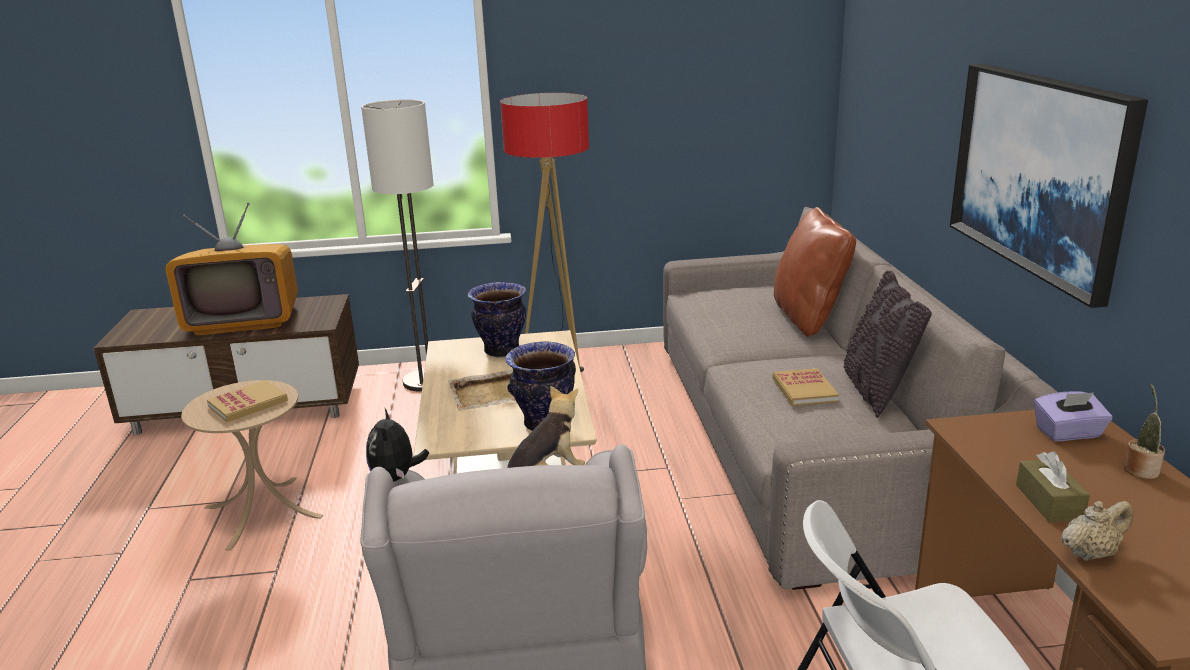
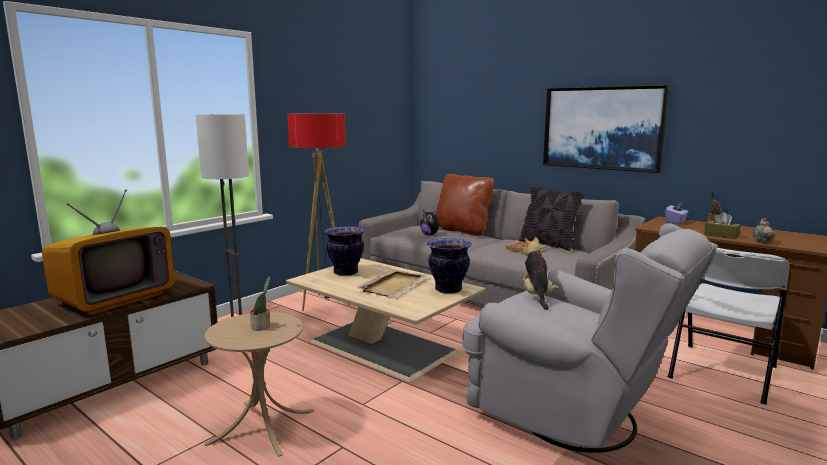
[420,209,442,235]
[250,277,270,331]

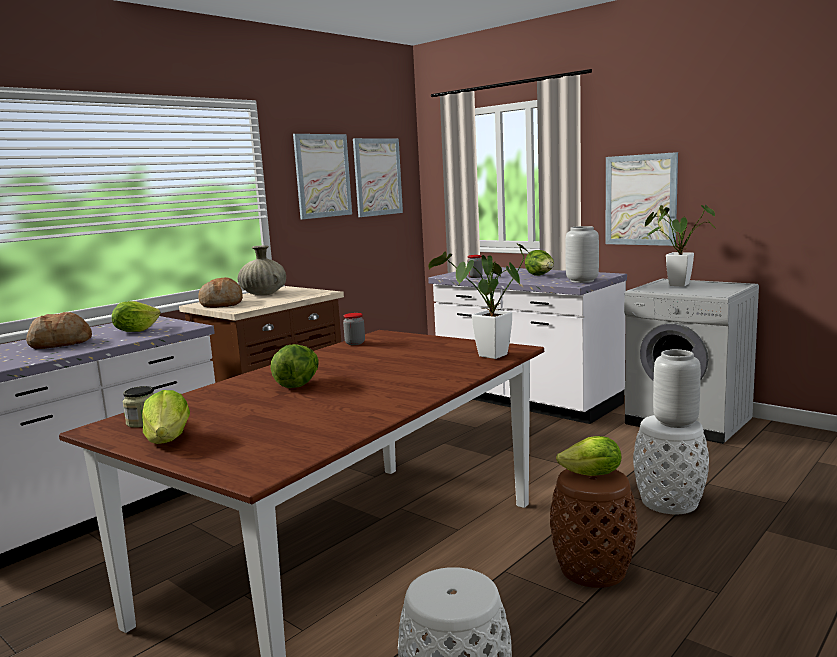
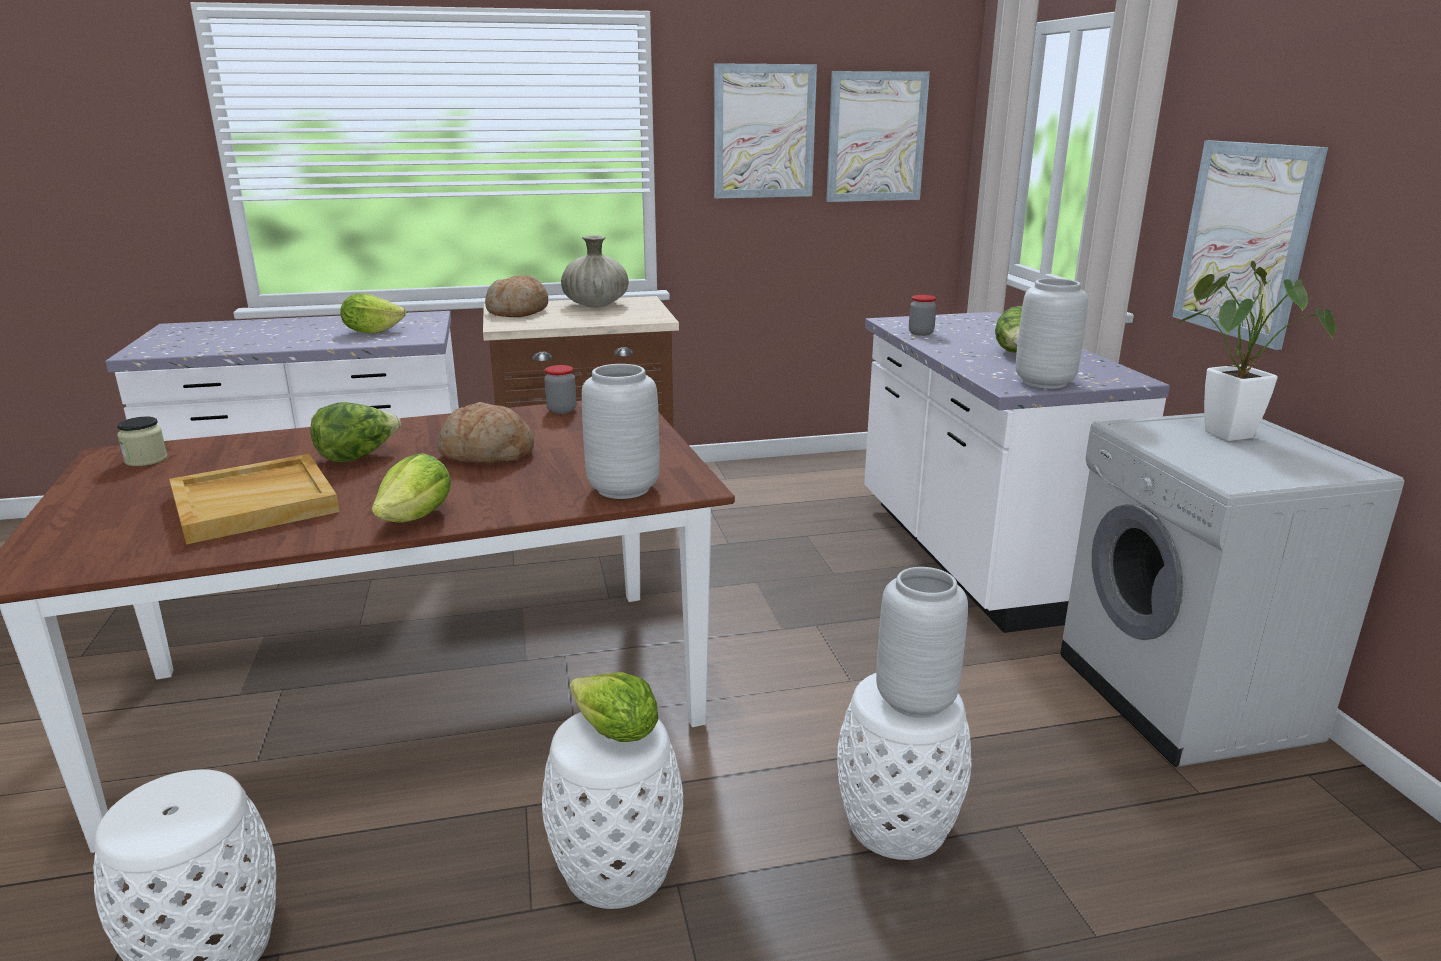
[169,454,340,545]
[437,402,534,464]
[372,453,451,522]
[582,364,660,499]
[542,712,683,909]

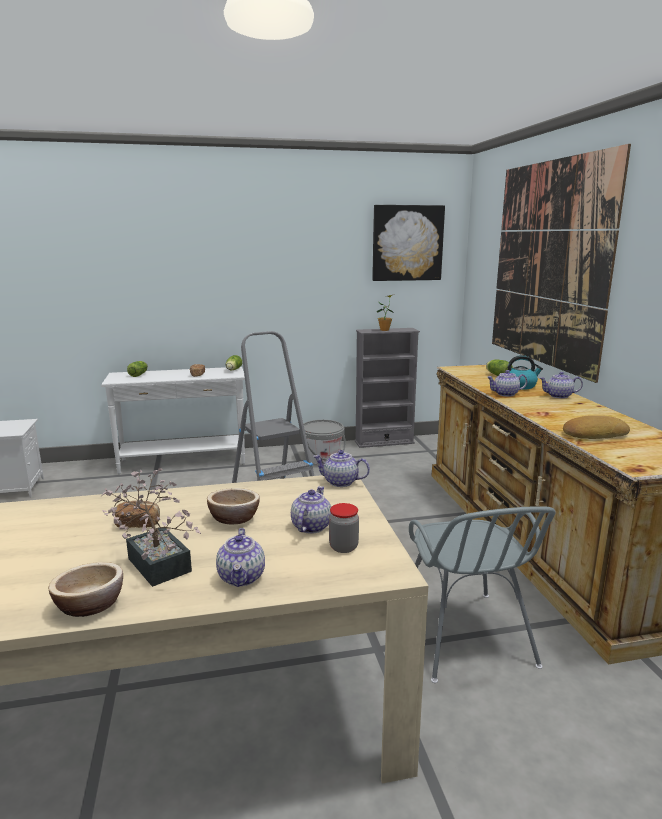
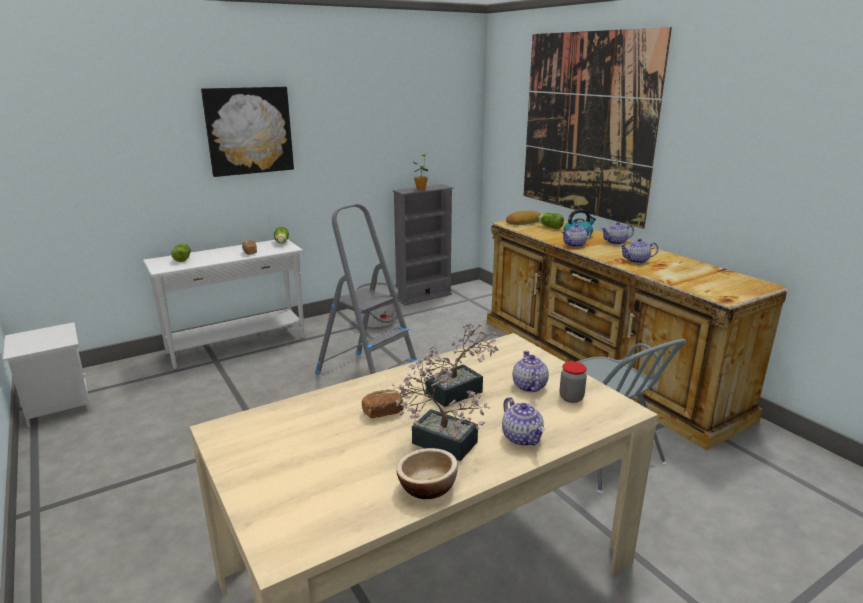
[620,238,658,264]
[201,86,294,177]
[506,210,541,225]
[425,323,499,407]

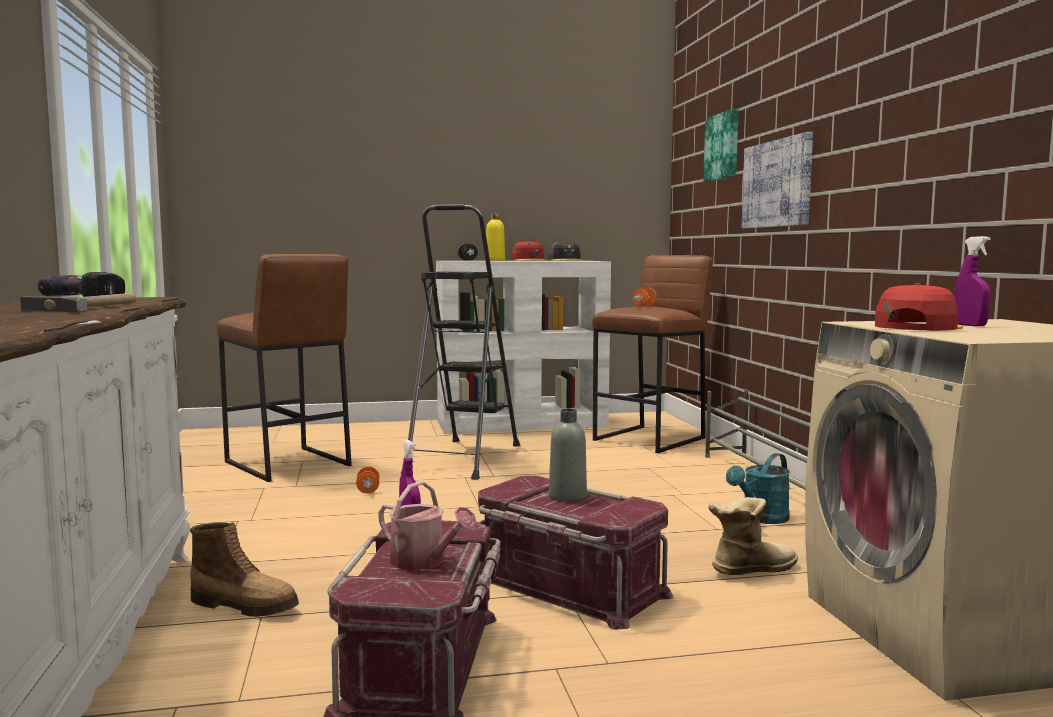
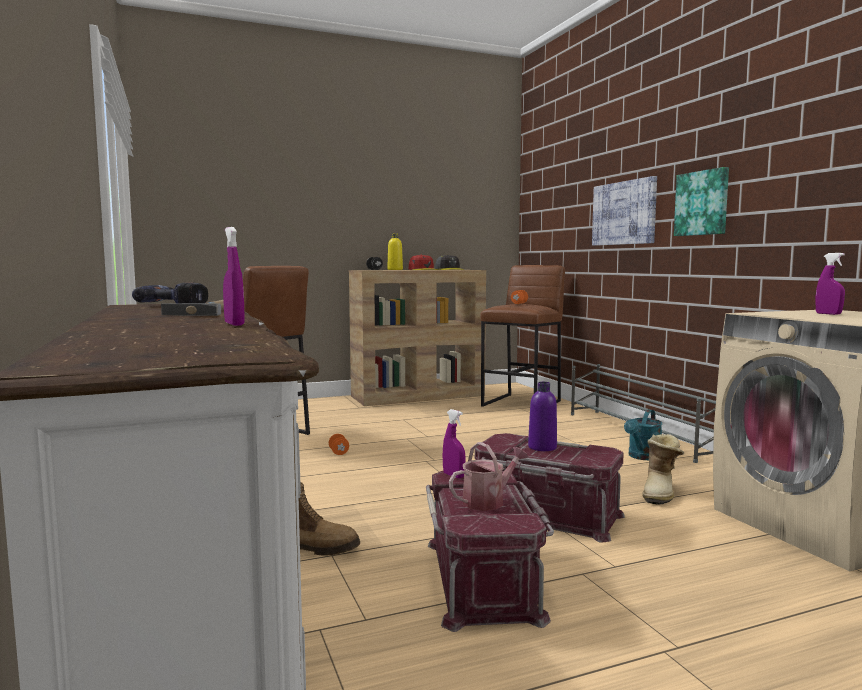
[401,204,520,480] (first image)
[875,283,963,331] (first image)
[223,227,244,326]
[674,167,729,236]
[349,270,486,406]
[528,382,557,451]
[449,442,529,511]
[642,434,684,505]

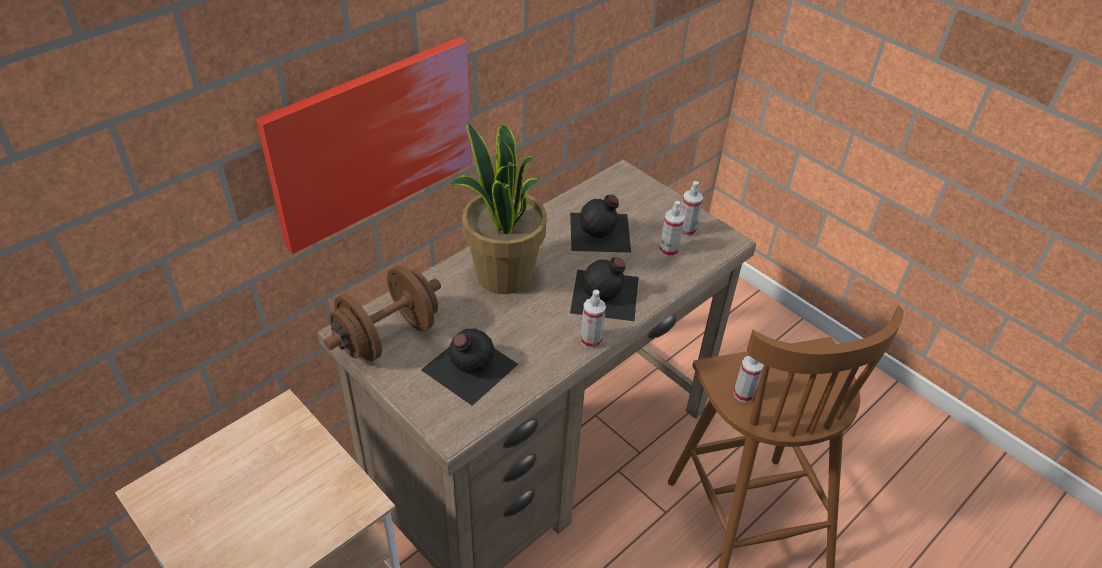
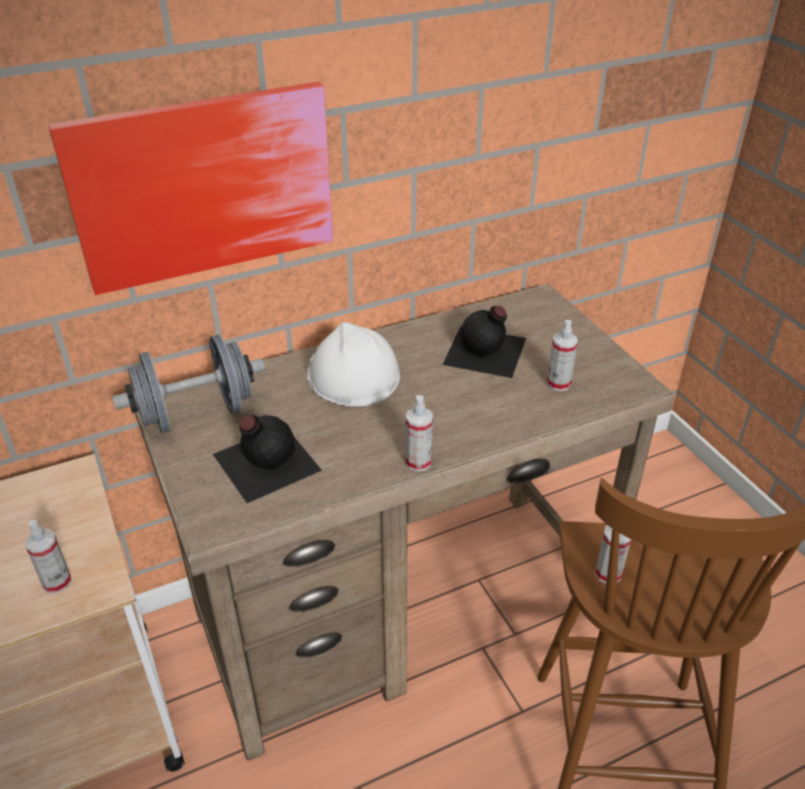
[570,257,639,321] (first image)
[25,520,71,594]
[306,322,400,406]
[112,334,265,433]

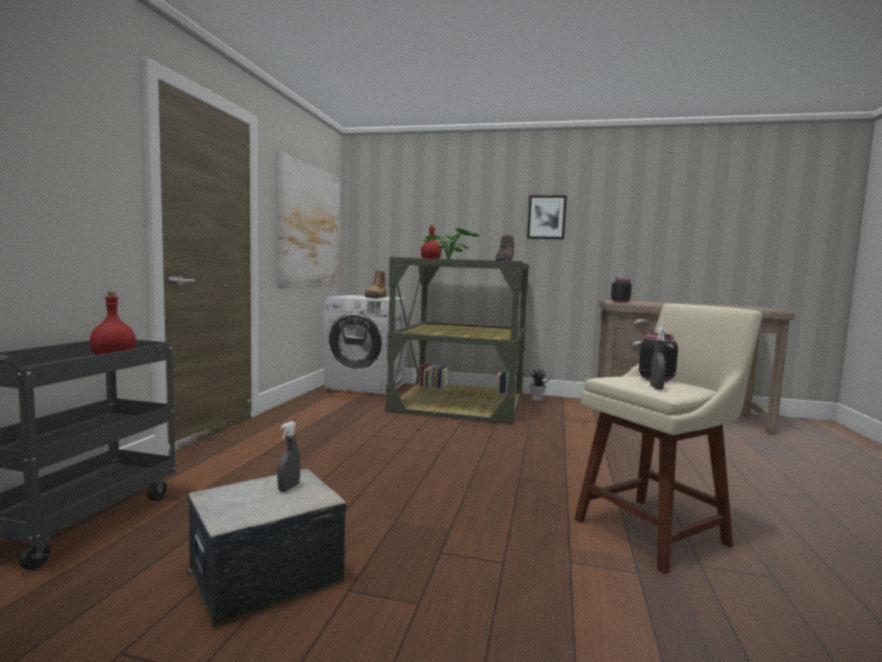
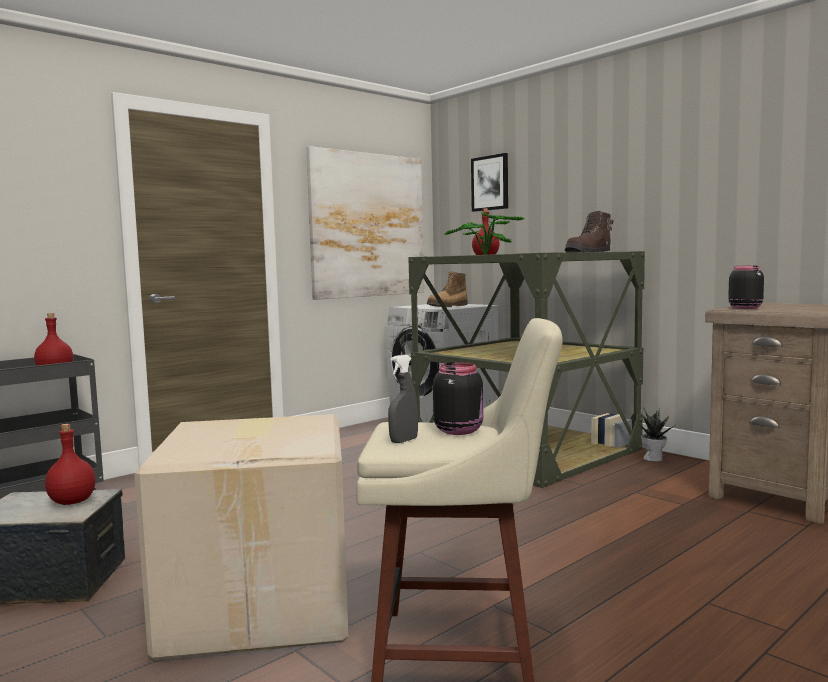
[135,414,348,660]
[471,153,508,212]
[45,424,96,505]

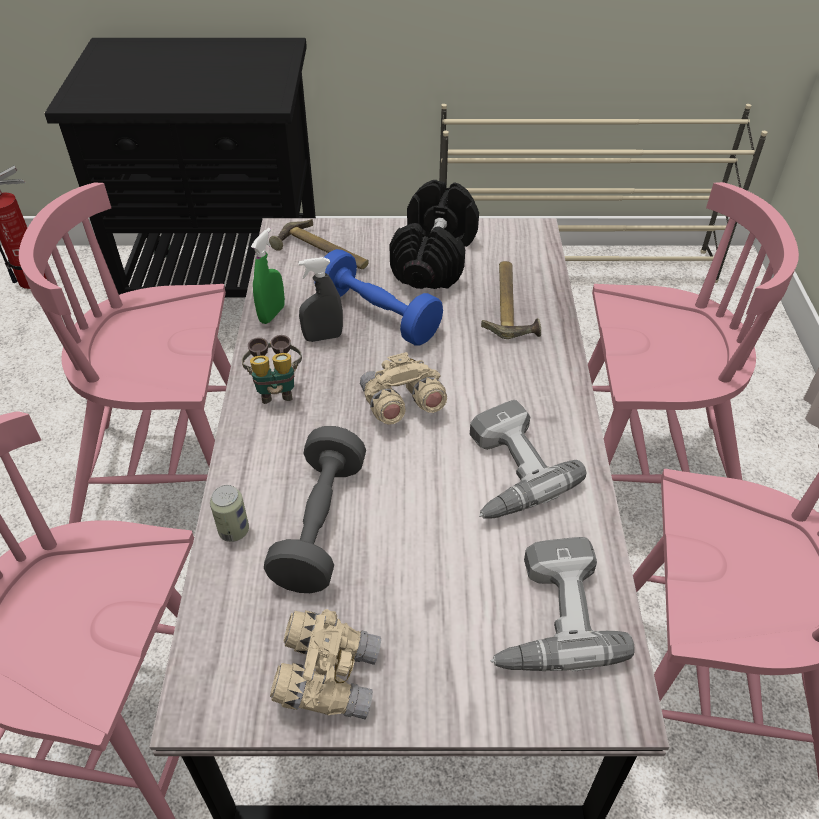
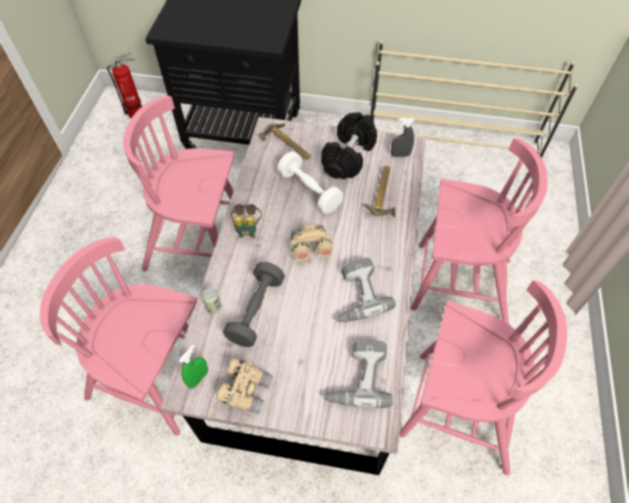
[179,344,208,388]
[391,118,414,157]
[277,151,343,214]

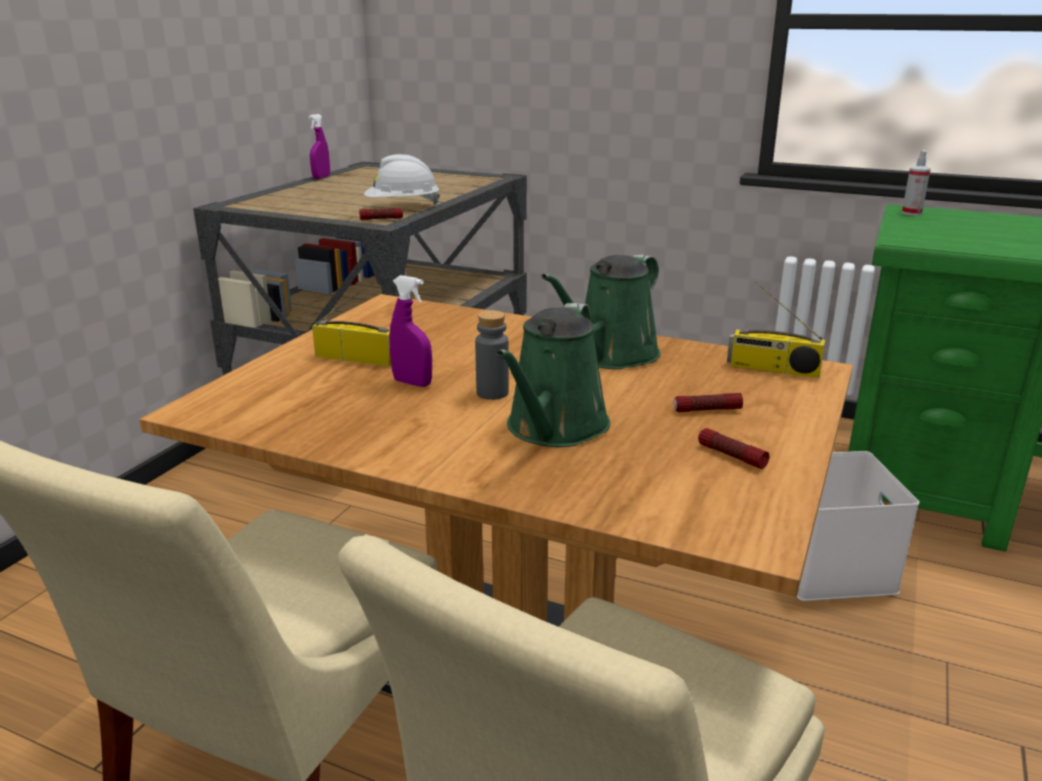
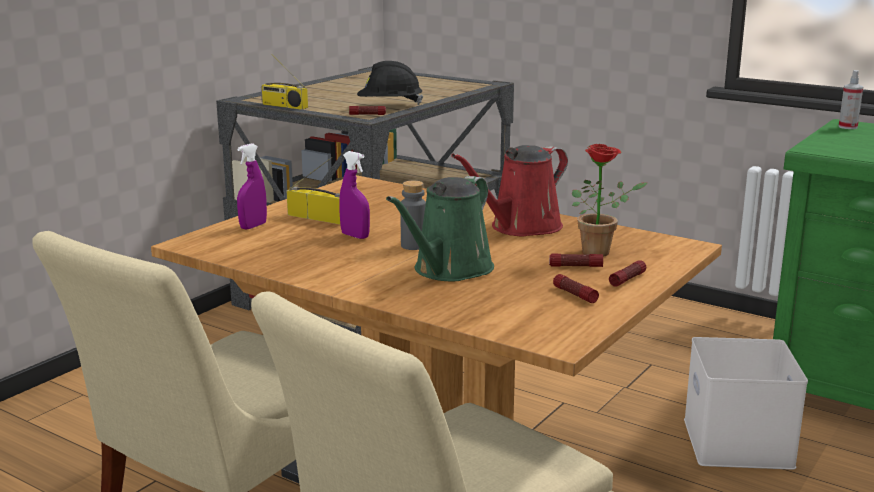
[572,144,647,257]
[609,260,646,287]
[237,143,267,230]
[261,54,308,110]
[357,61,423,105]
[451,145,568,236]

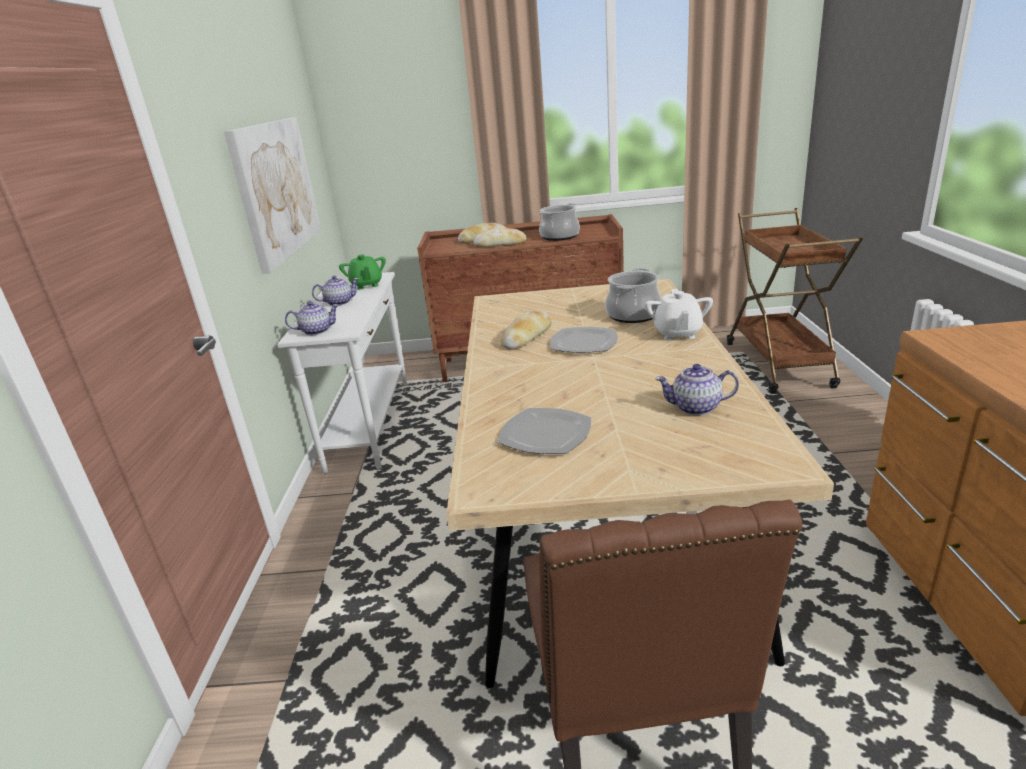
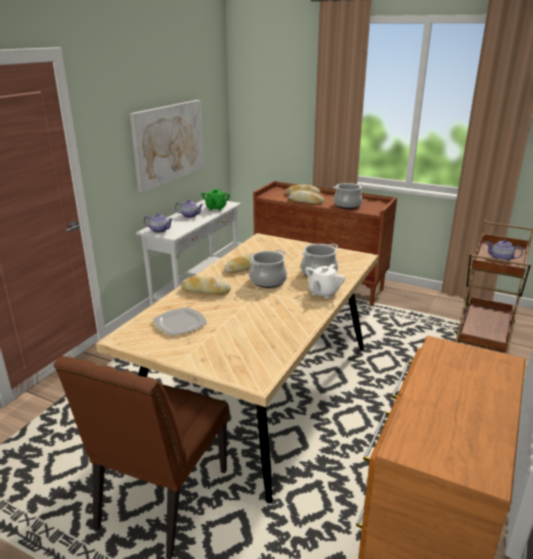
[181,276,231,295]
[486,239,523,261]
[249,250,287,288]

